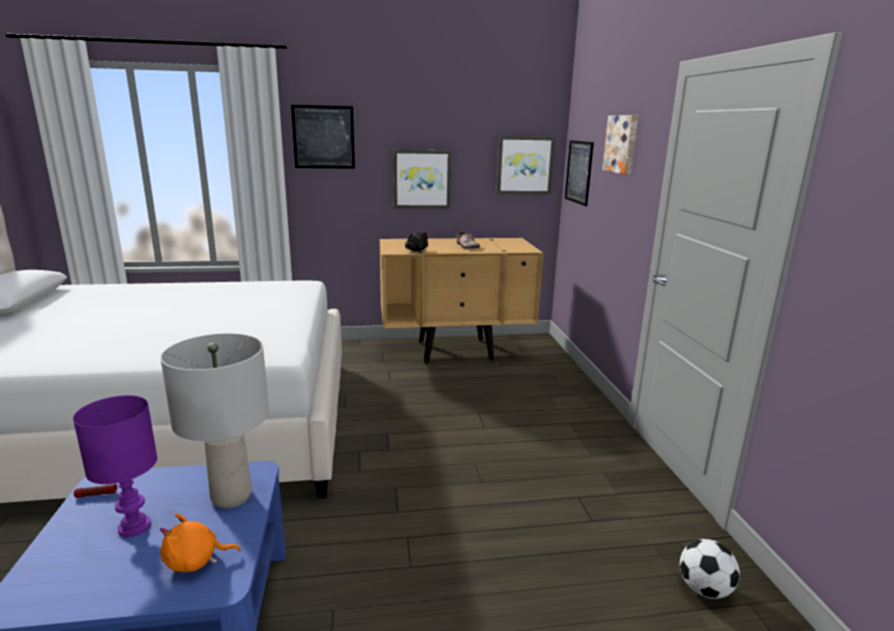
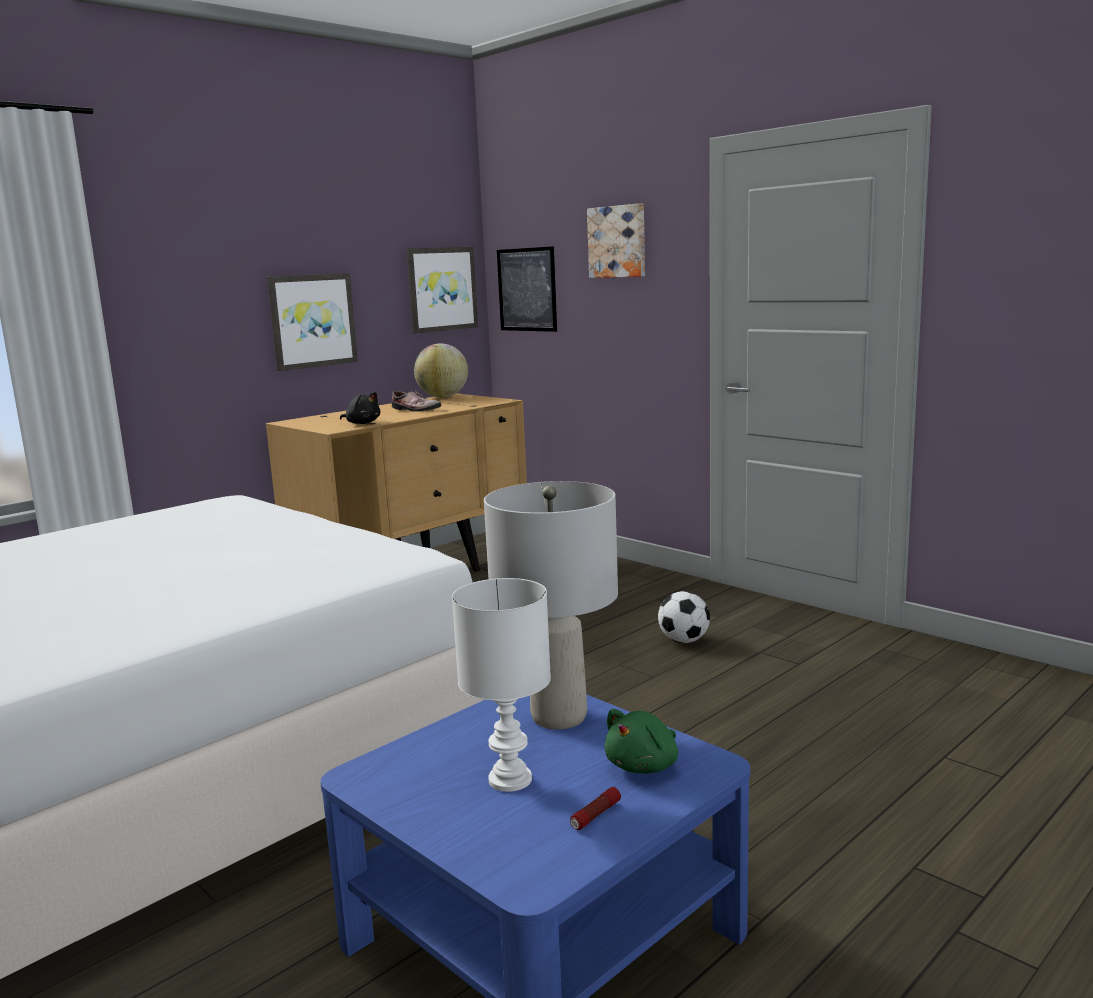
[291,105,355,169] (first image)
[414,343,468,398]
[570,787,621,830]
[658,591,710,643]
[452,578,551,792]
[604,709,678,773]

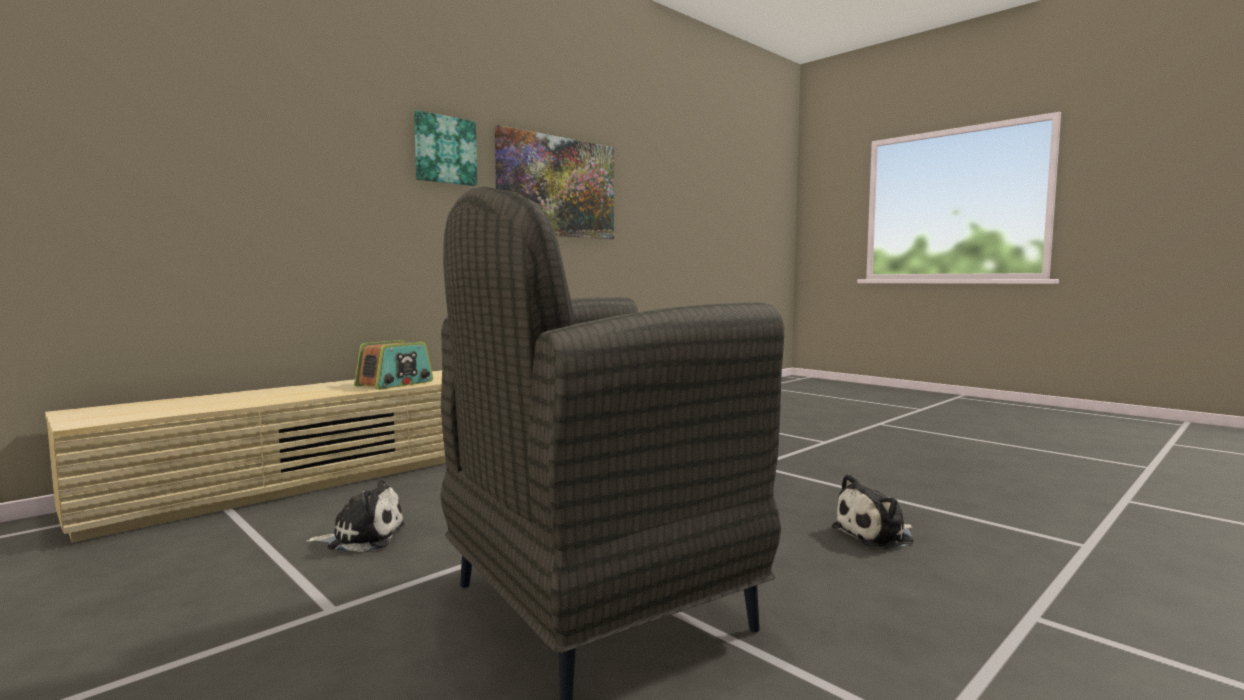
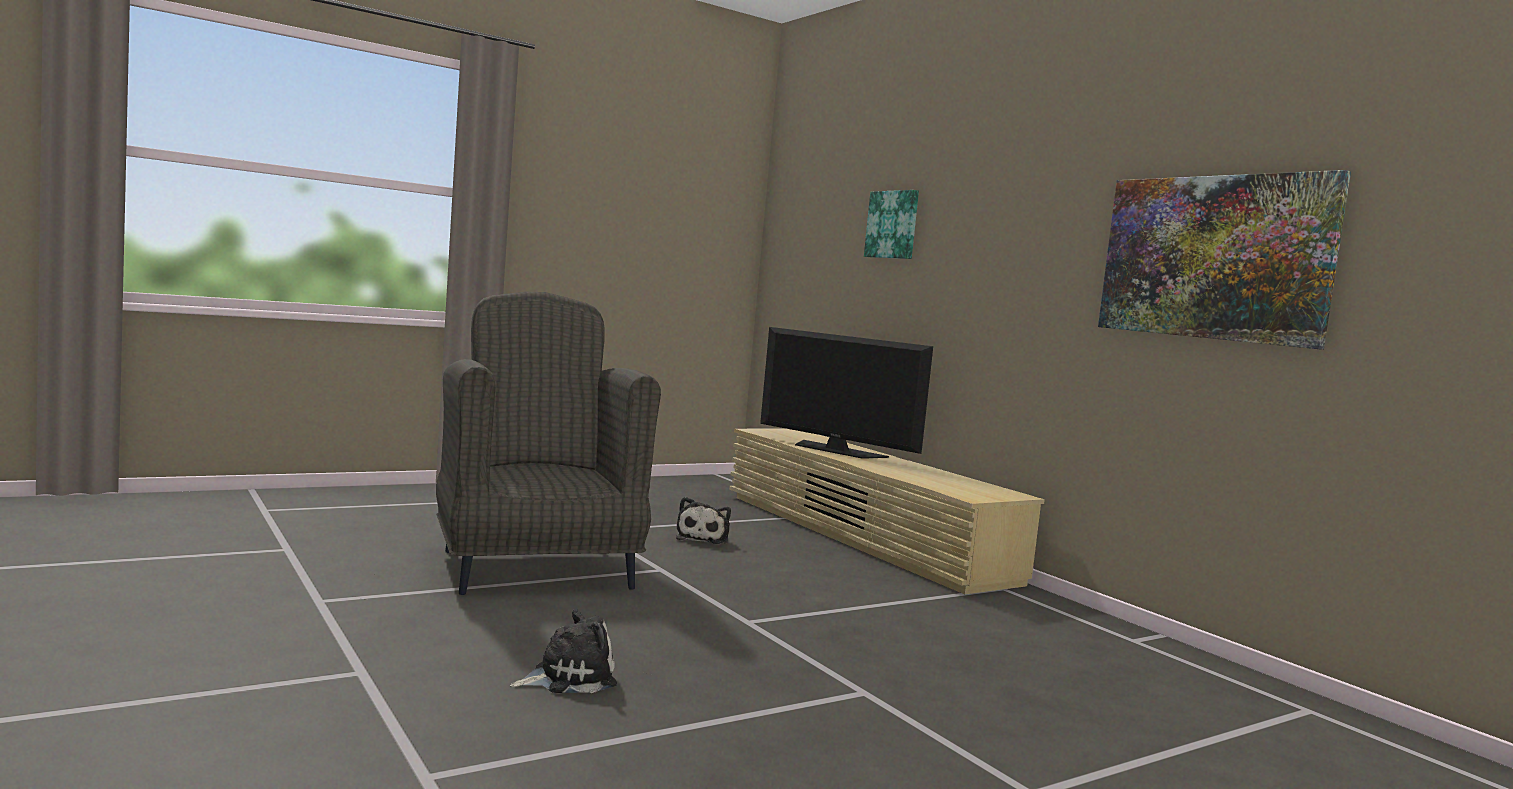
[354,340,433,390] (first image)
[760,327,933,459]
[864,190,919,259]
[510,609,617,693]

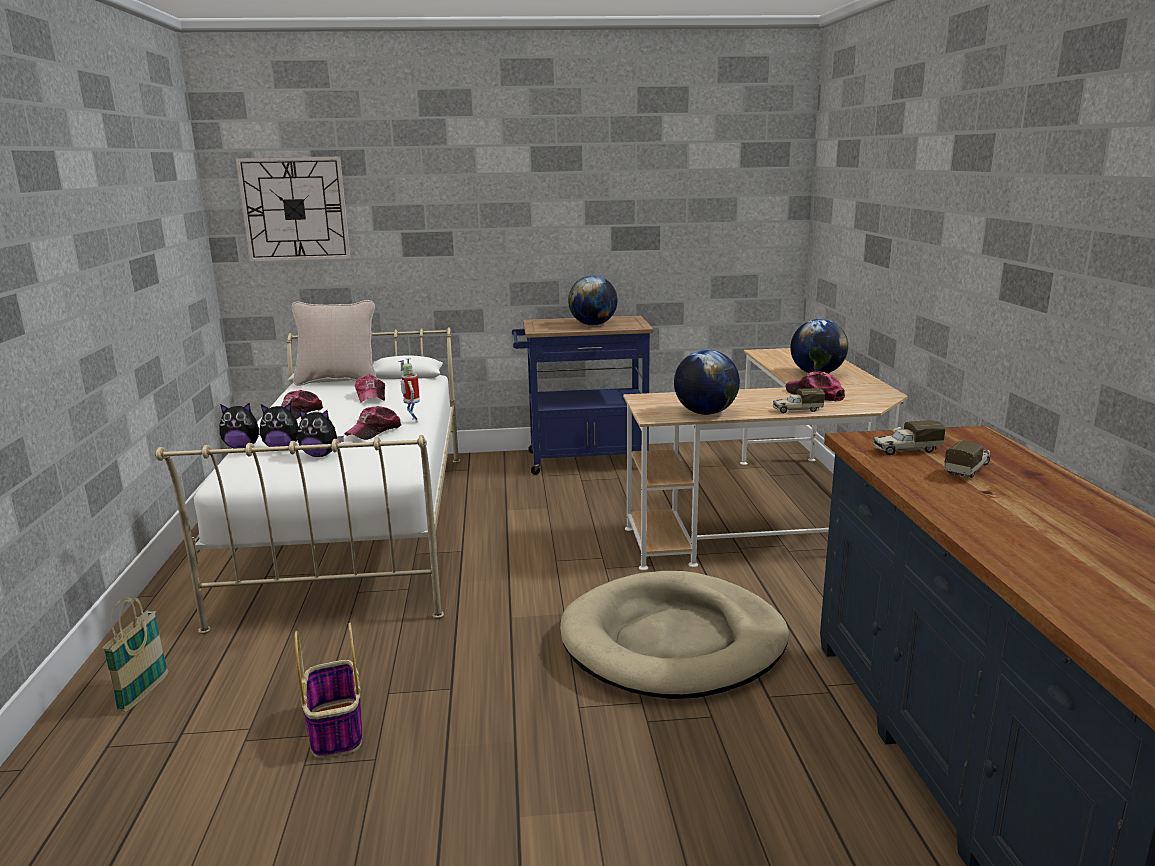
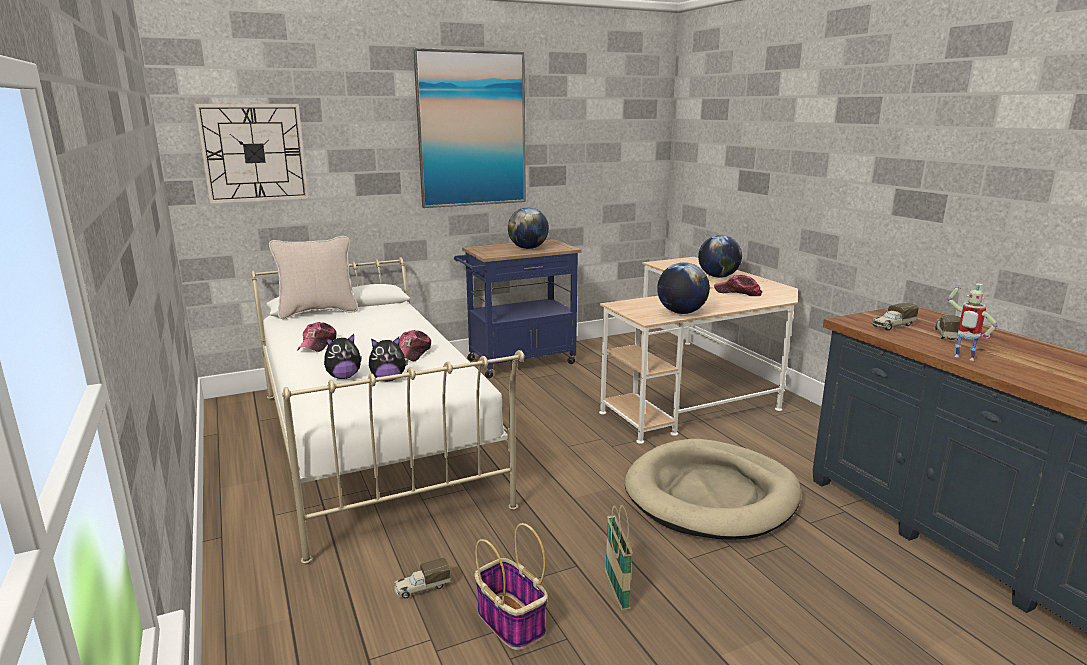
[220,403,260,449] (first image)
[355,374,385,403] (first image)
[413,48,526,208]
[605,505,633,610]
[948,283,998,361]
[394,558,451,598]

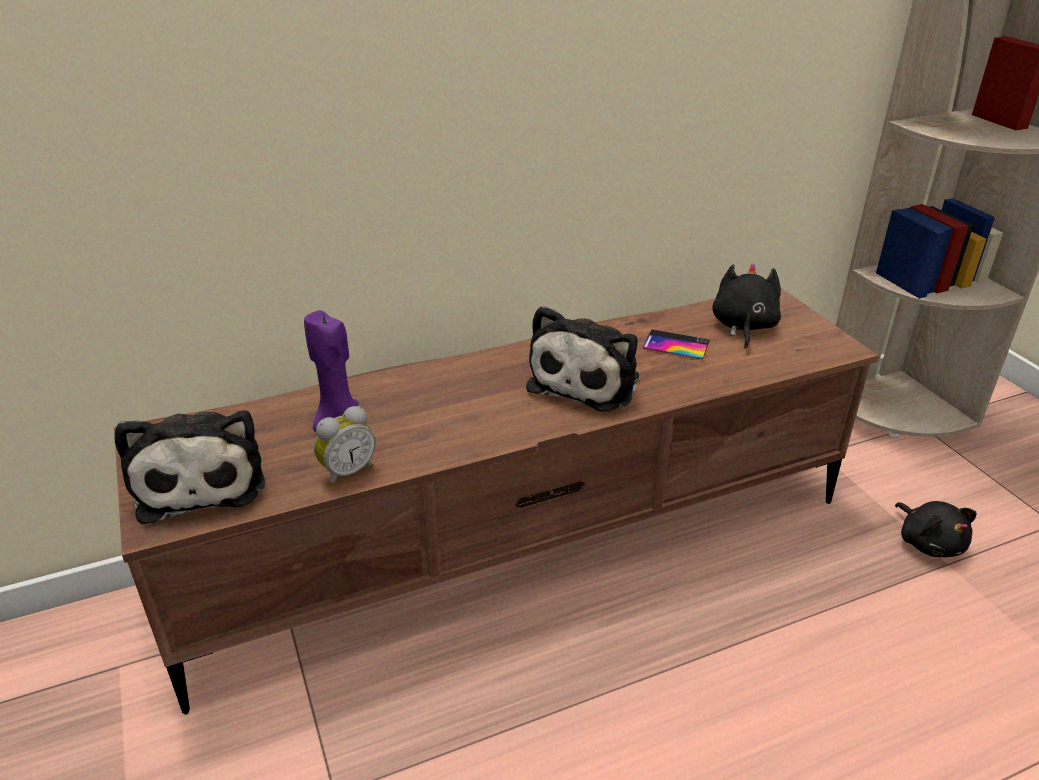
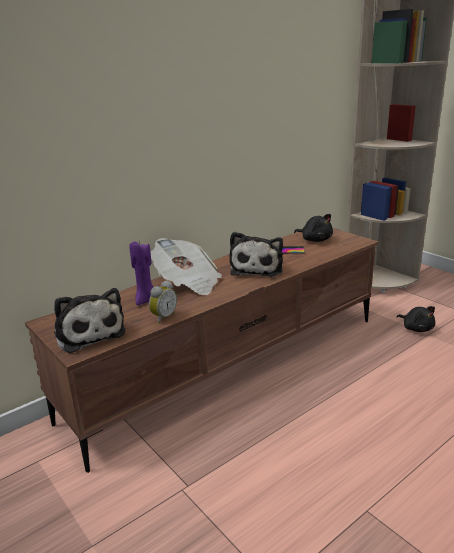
[151,238,222,295]
[294,214,333,242]

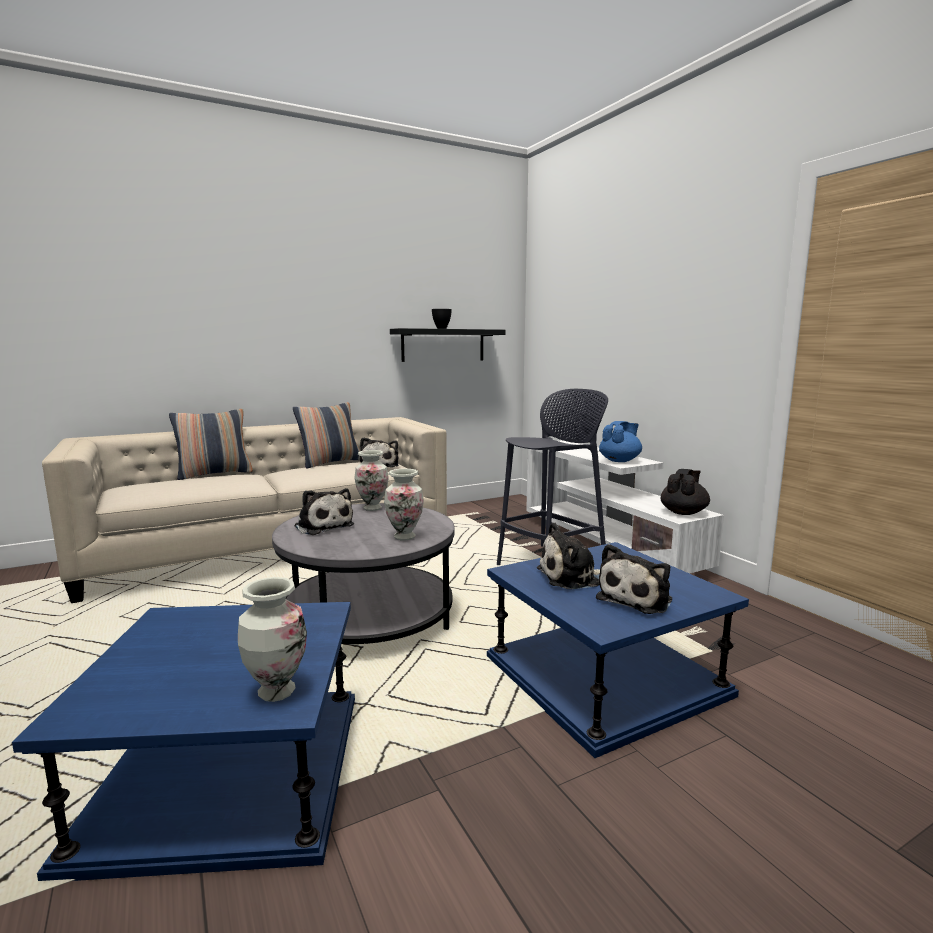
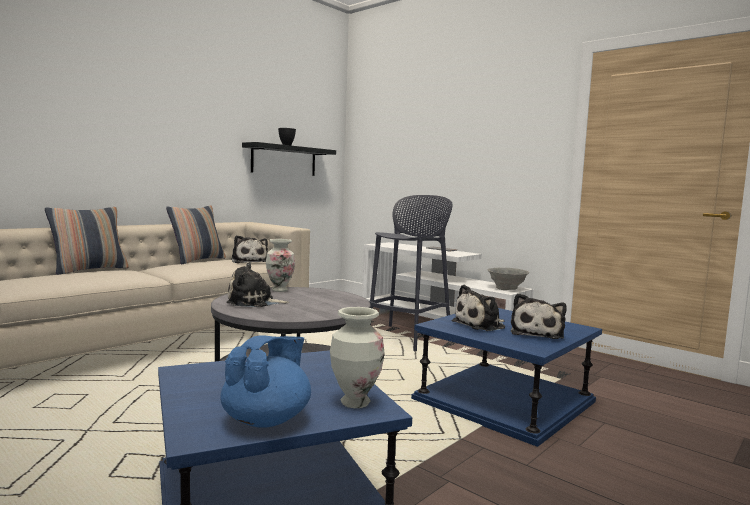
[384,469,424,540] (first image)
[220,335,311,428]
[488,268,529,290]
[227,262,289,307]

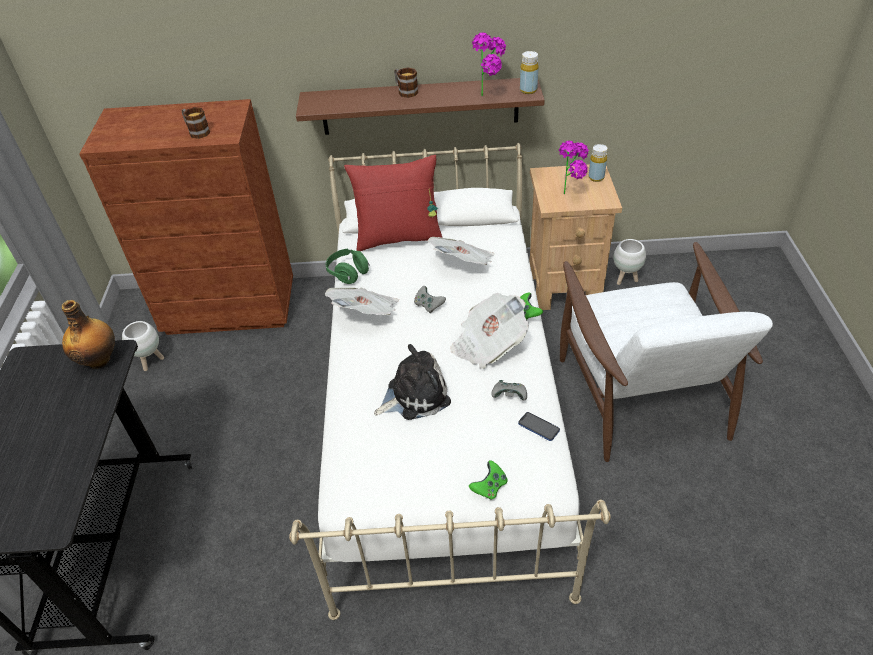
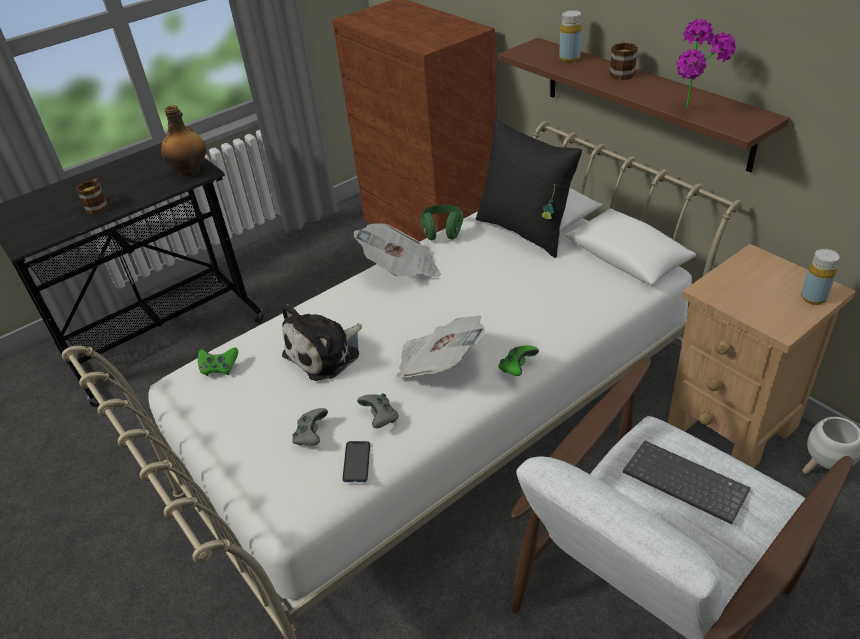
[122,321,164,371] (first image)
[428,237,495,265] (first image)
[559,141,589,194] (first image)
[623,441,751,524]
[76,178,108,215]
[292,408,328,445]
[198,348,238,376]
[559,10,582,62]
[476,119,582,258]
[282,304,362,381]

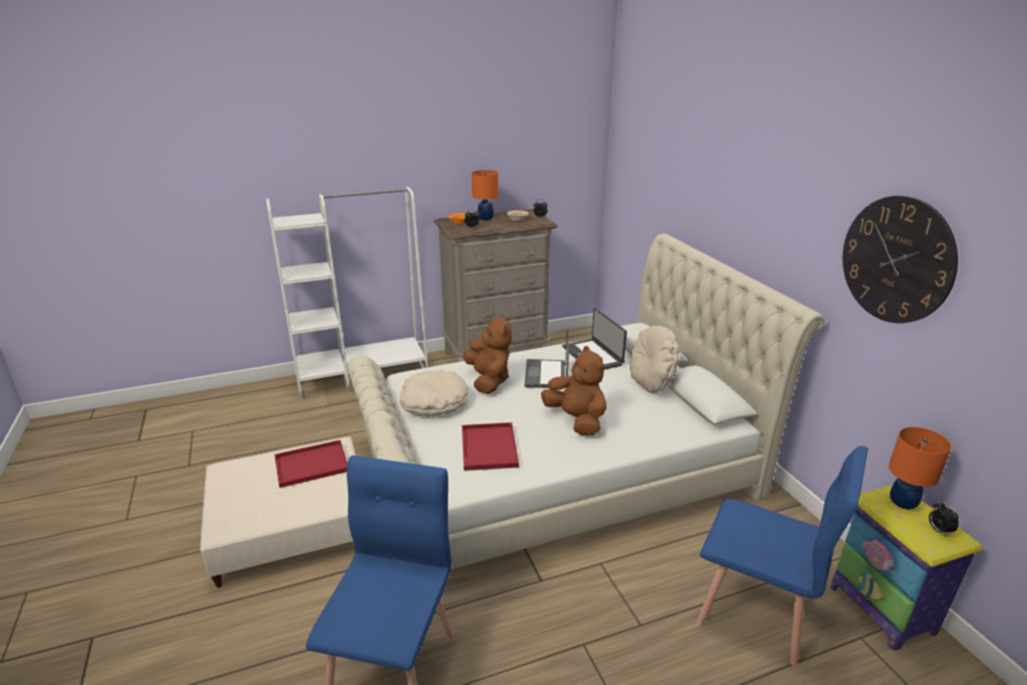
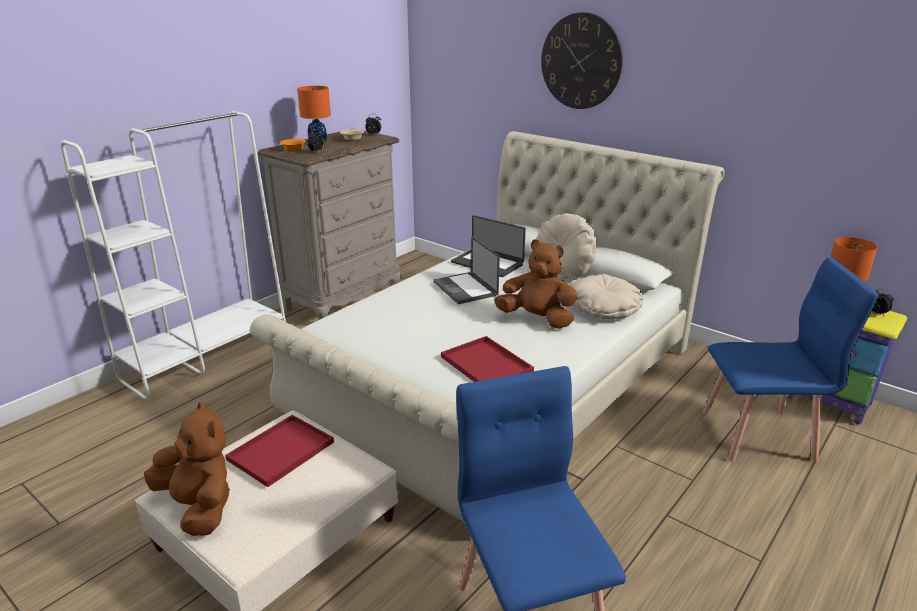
[570,274,644,319]
[144,402,230,536]
[541,12,623,109]

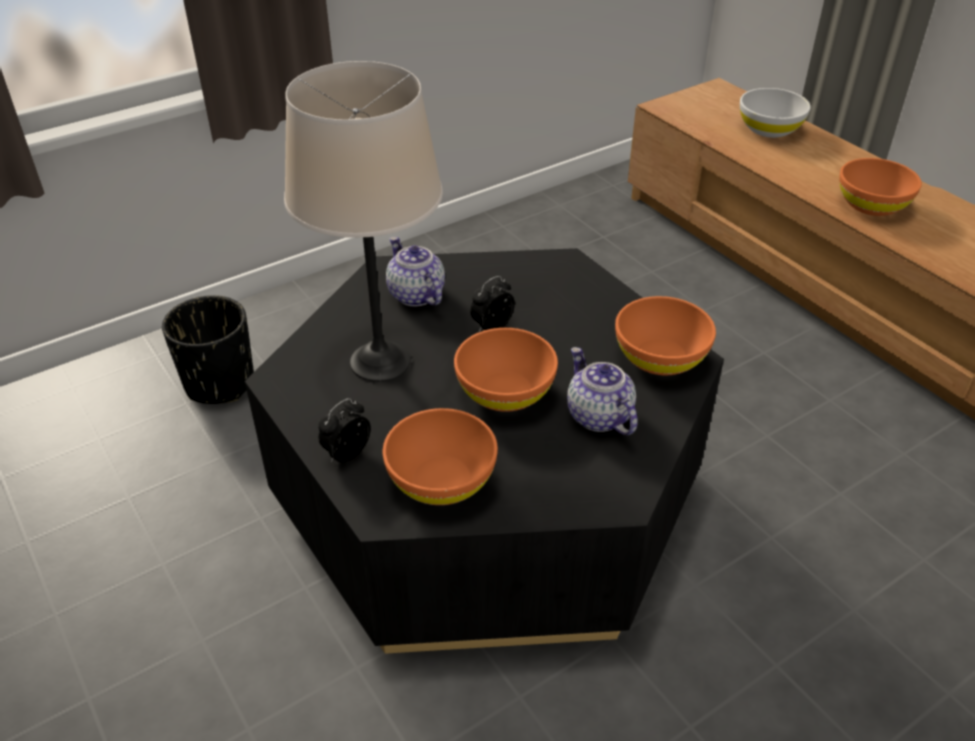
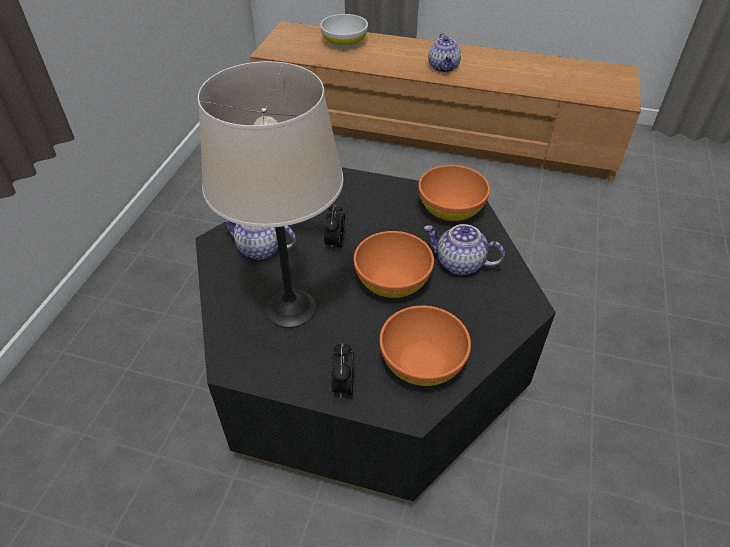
[162,295,254,404] (first image)
[428,33,461,72]

